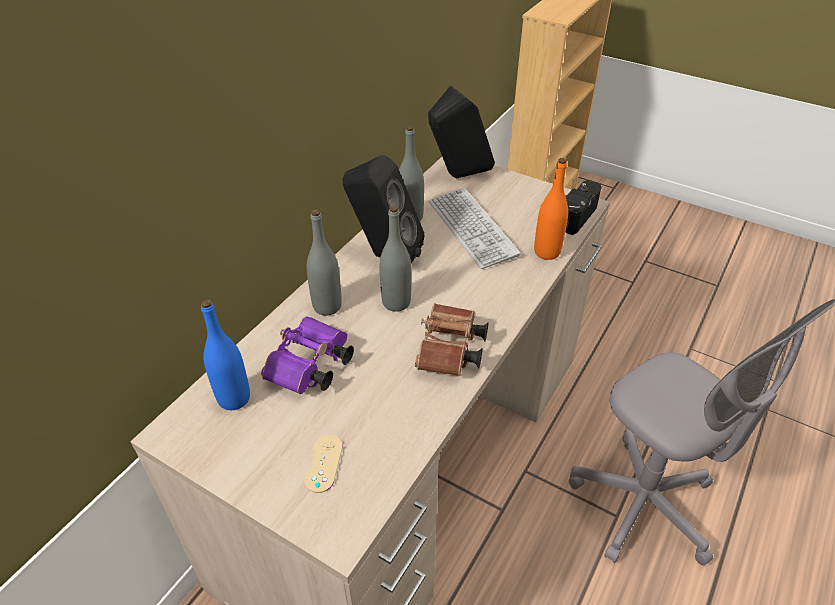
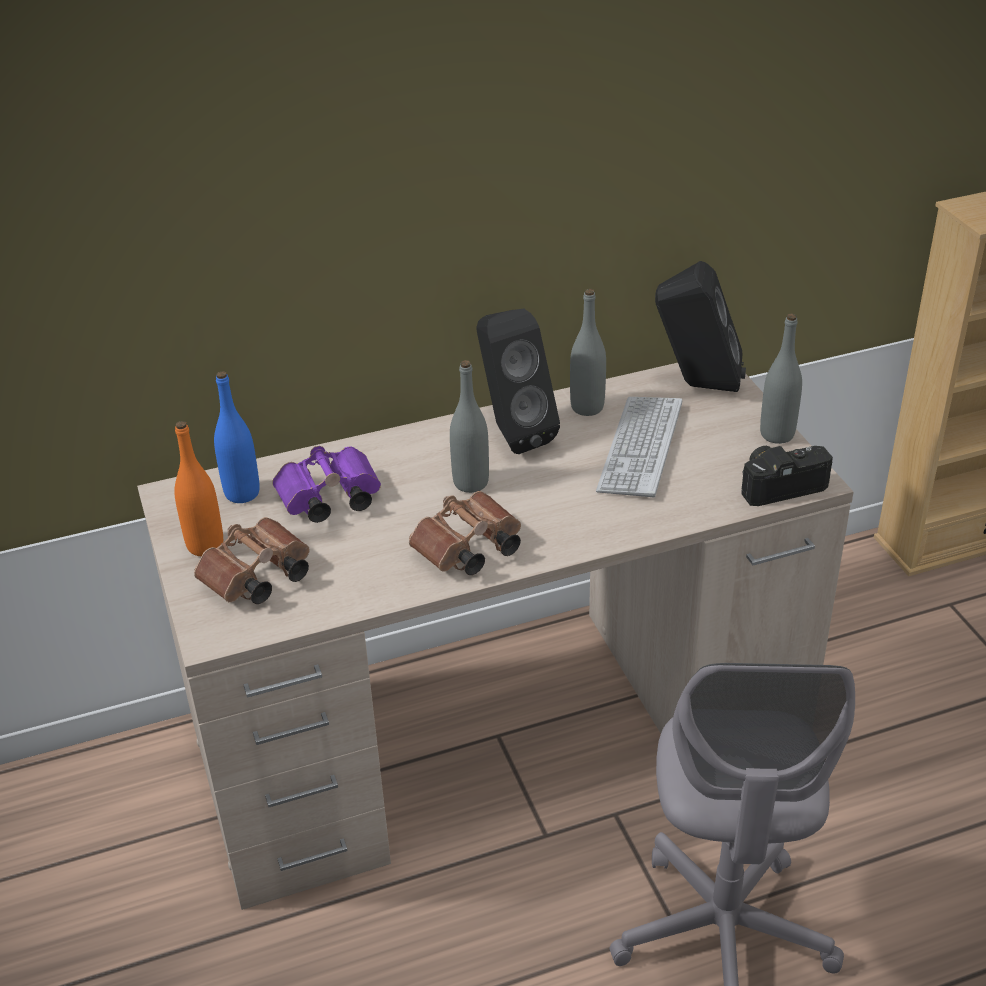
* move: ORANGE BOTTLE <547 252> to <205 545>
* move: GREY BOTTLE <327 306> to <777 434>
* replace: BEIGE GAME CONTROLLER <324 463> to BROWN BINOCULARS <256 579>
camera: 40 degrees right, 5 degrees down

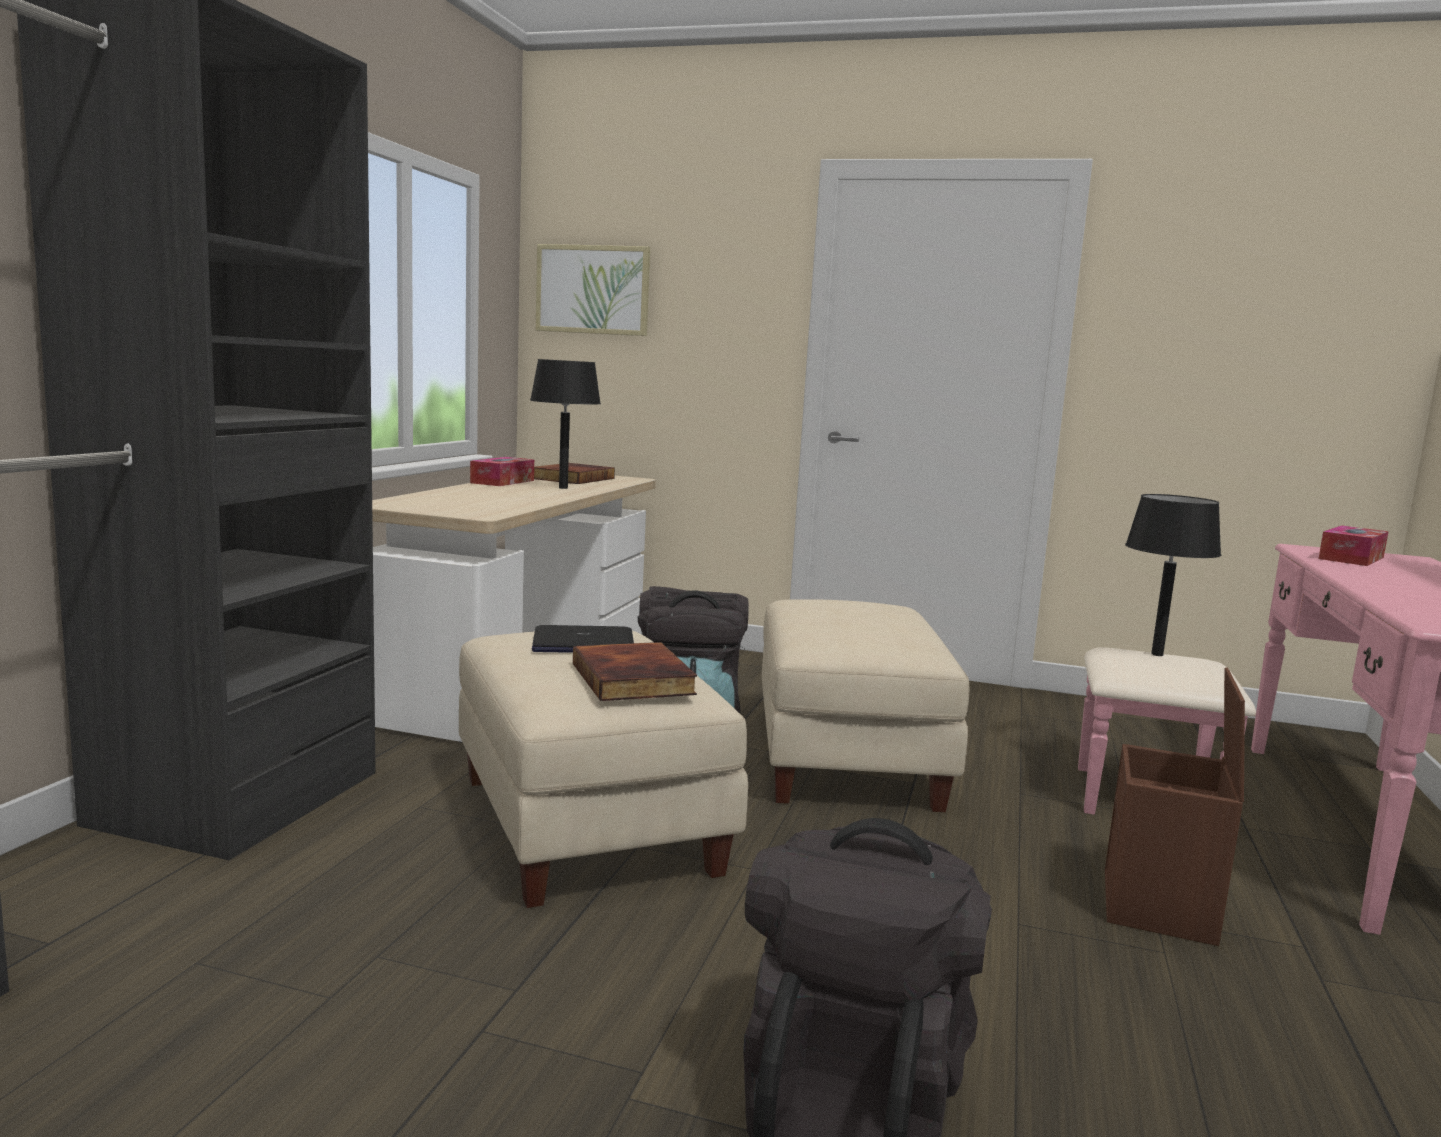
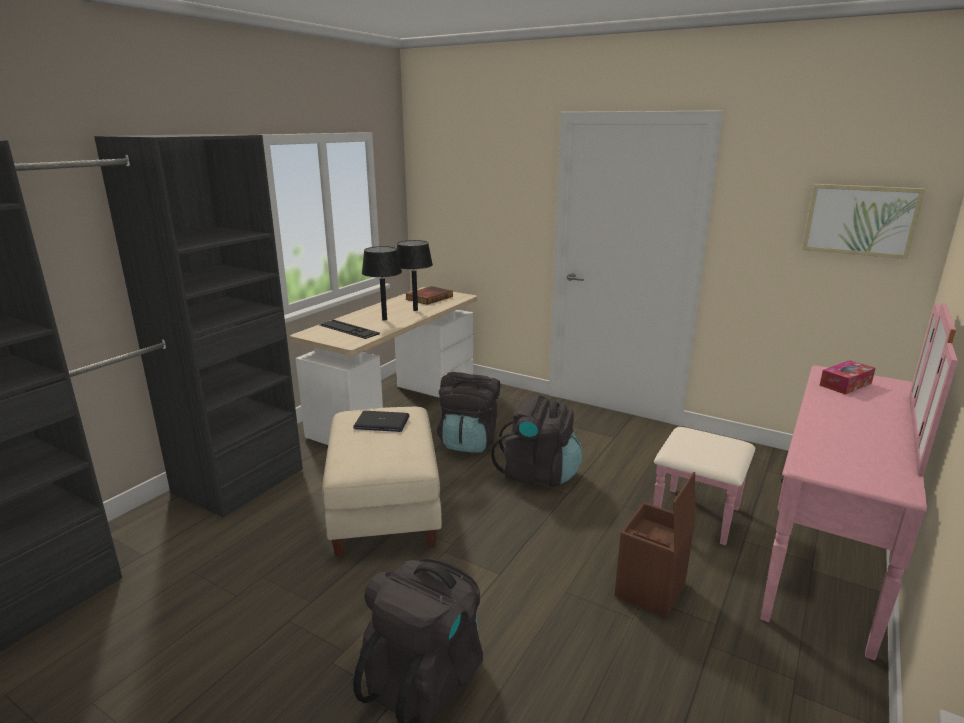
* move: PICTURE <593 290> to <860 220>
* delete: TISSUE BOX <502 482>
* move: BLACK TABLE LAMP <1157 654> to <384 319>
* replace: BEIGE OTTOMAN <844 758> to BLACK BACKPACK <538 473>
* delete: BOOK <635 679>
* insert: KEYBOARD <348 329>
camera: 15 degrees right, 10 degrees up

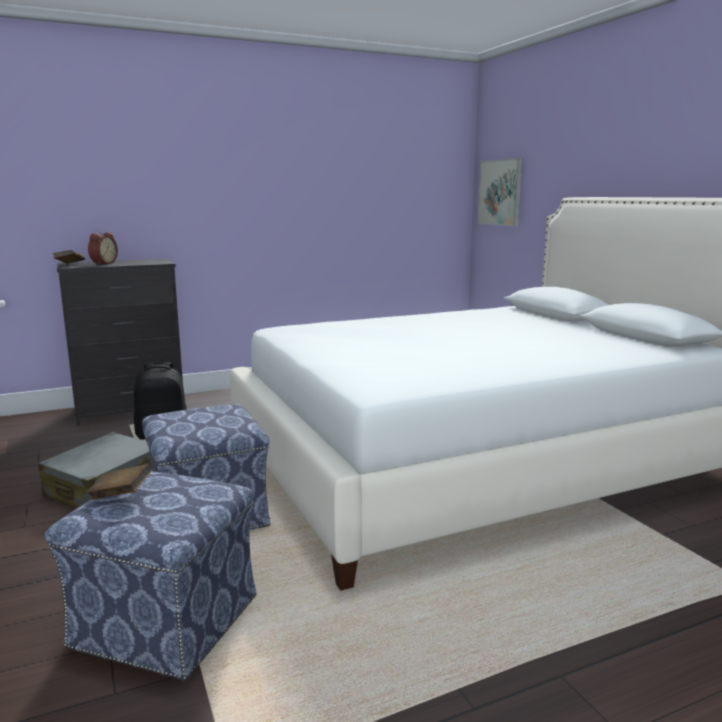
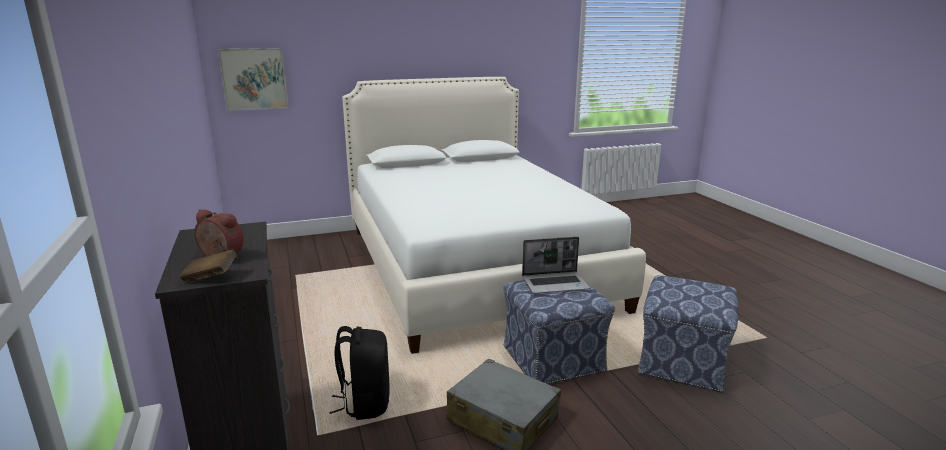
* delete: BROWN BOOK <121 495>
* insert: LAPTOP <556 284>
camera: 85 degrees left, 5 degrees up

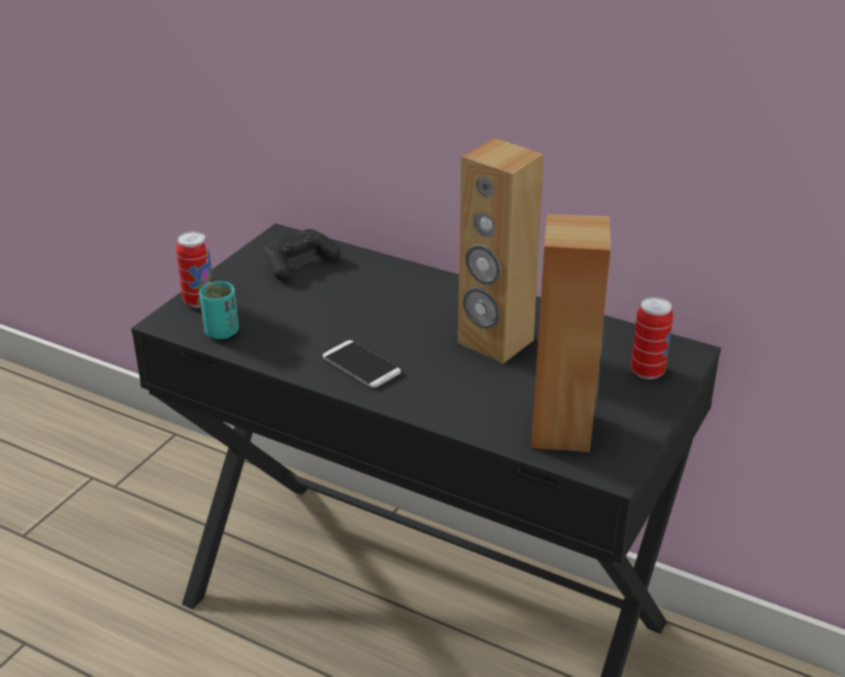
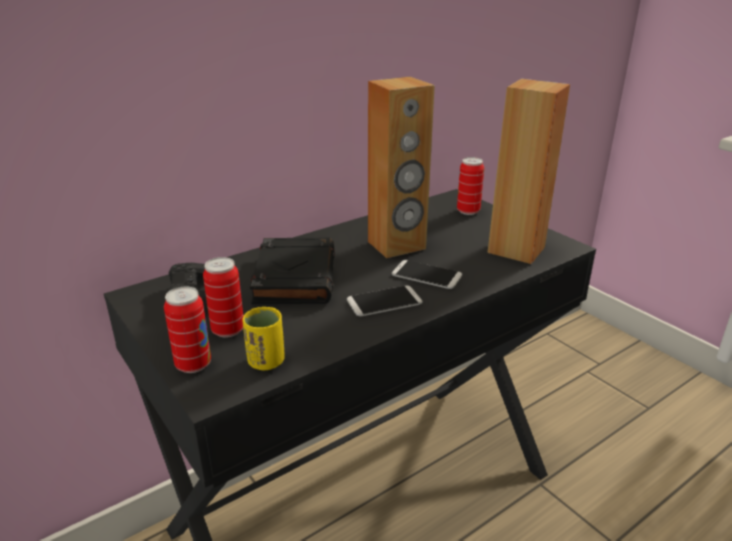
* recolor: TURQUOISE CUP <221 332> to YELLOW CUP <266 362>
* insert: BLACK BOOK <294 277>
* insert: CAN <228 330>
* insert: PHONE <426 275>
camera: 65 degrees left, 5 degrees down

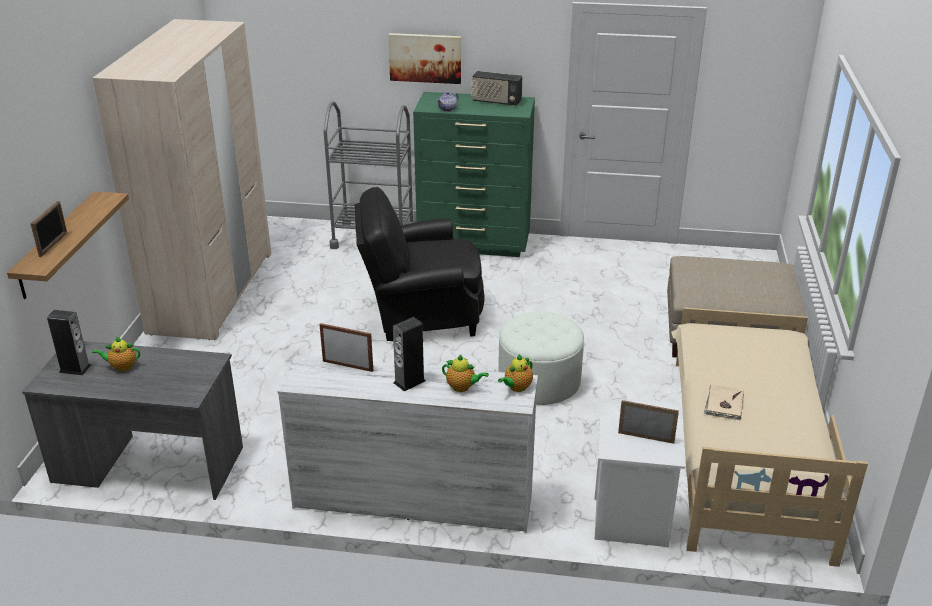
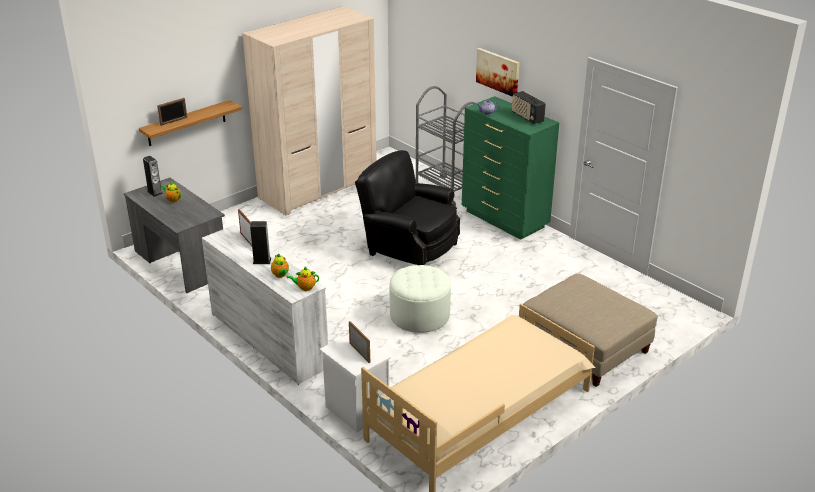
* delete: BEIGE BOOK <723 404>
camera: 40 degrees right, 0 degrees up

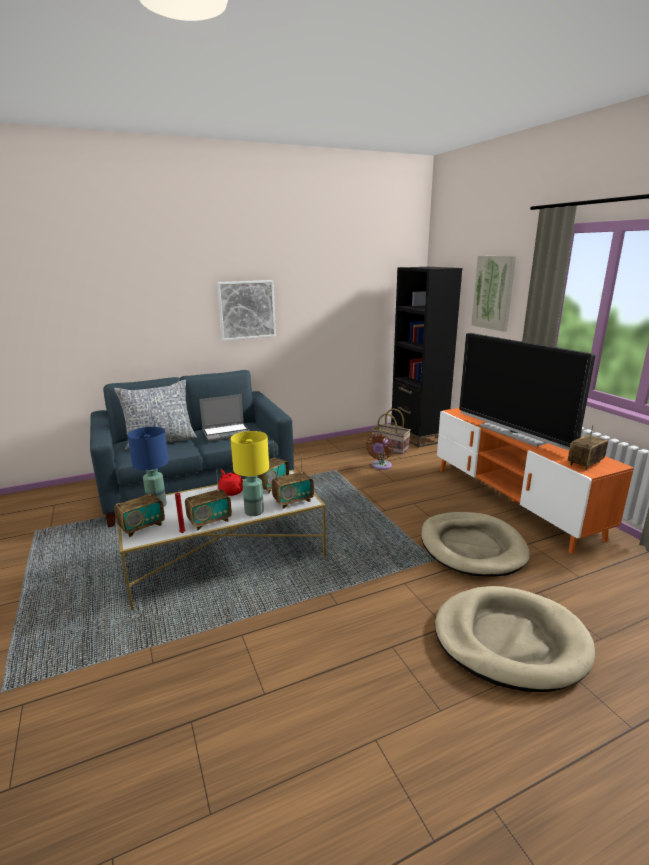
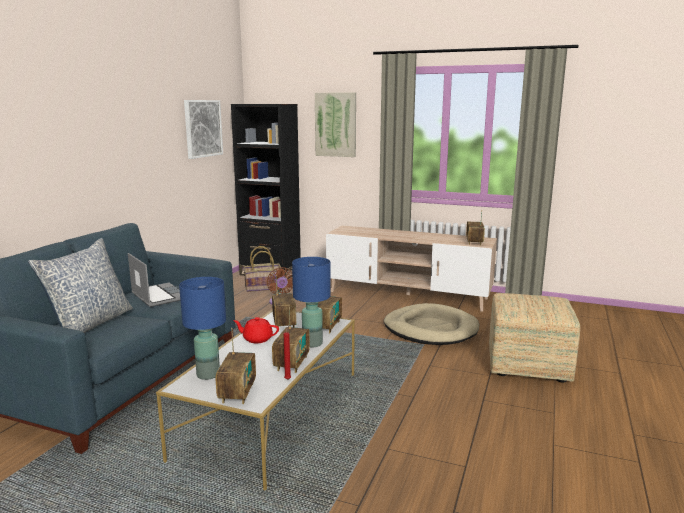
* move: PICTURE <246 310> to <203 128>
* delete: TELEVISION <513 433>
* rotate: LAPTOP <227 433> = <158 296> 60 degrees counterclockwise
* recolor: ORANGE TV STAND <512 501> to BEIGE TV STAND <407 295>
* recolor: YELLOW TABLE LAMP <254 511> to BLUE TABLE LAMP <312 343>
* replace: BEIGE DOG BED <509 640> to OTTOMAN <526 365>
camera: 45 degrees left, 5 degrees down

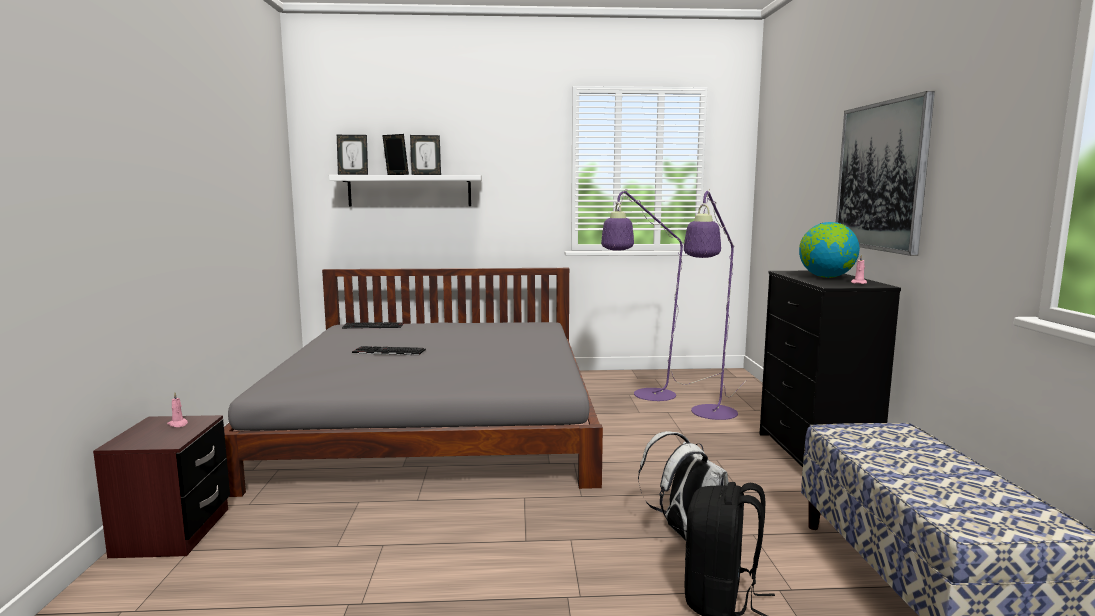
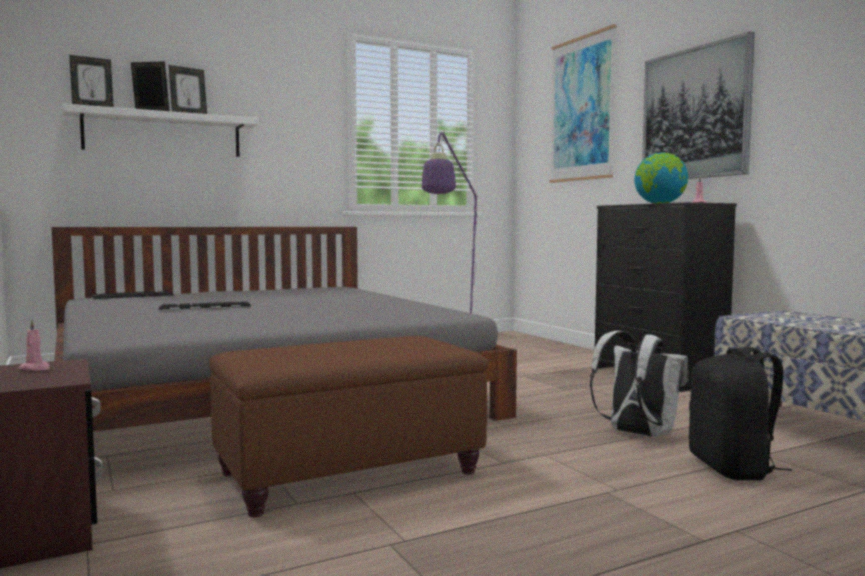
* delete: PURPLE FLOOR LAMP <711 415>
* insert: PICTURE <582 109>
* insert: BROWN OTTOMAN <351 472>
camera: 25 degrees left, 5 degrees down

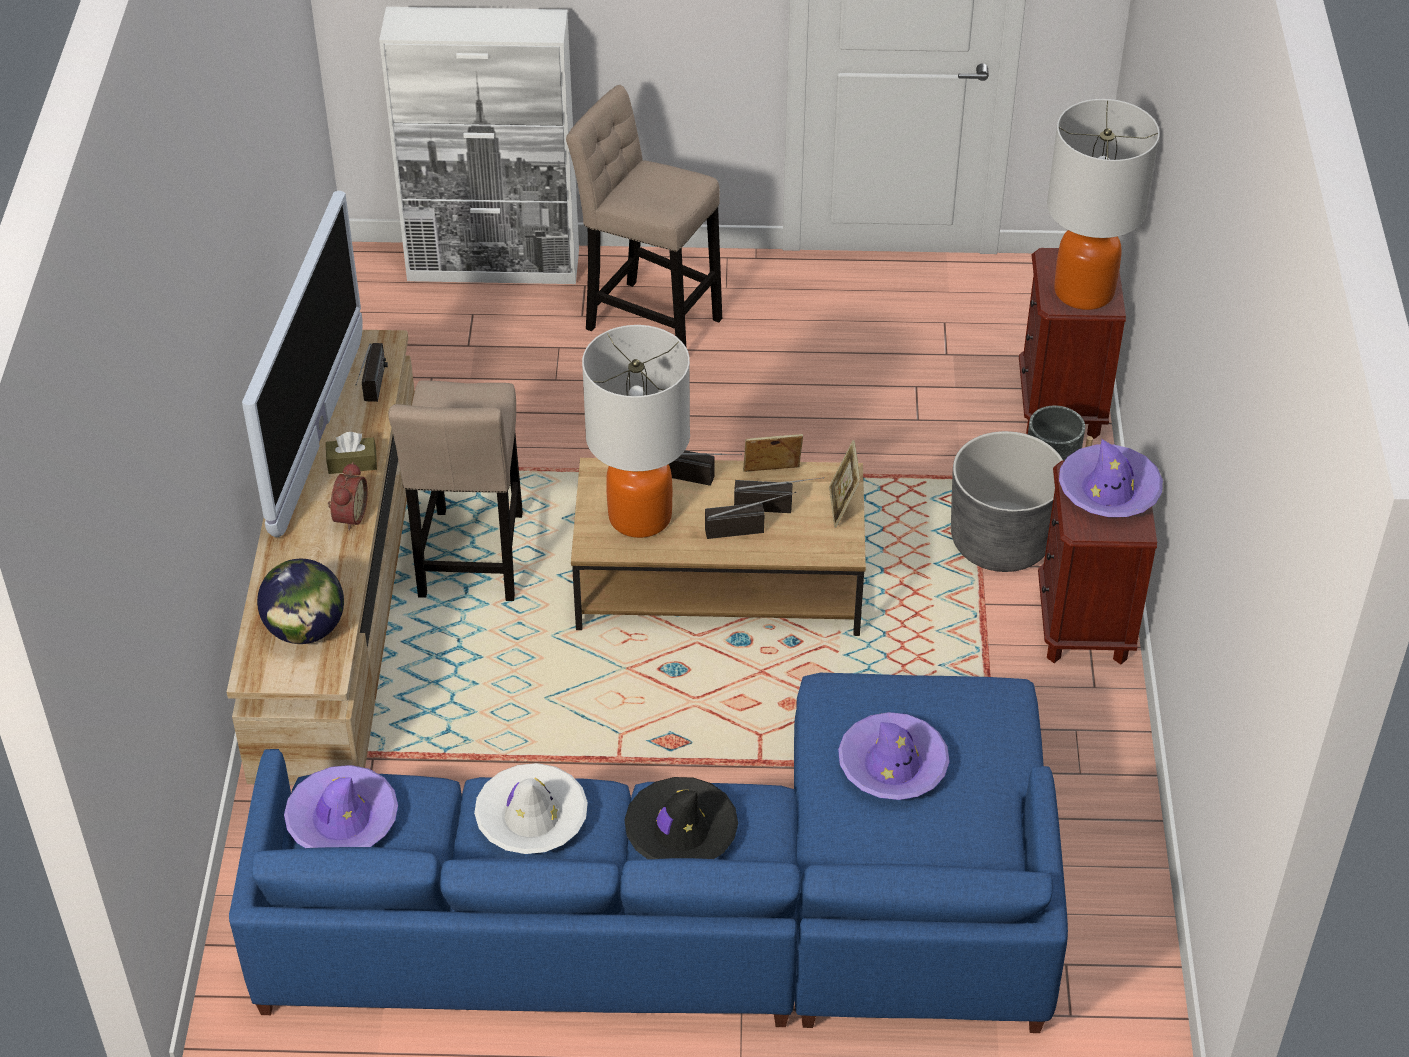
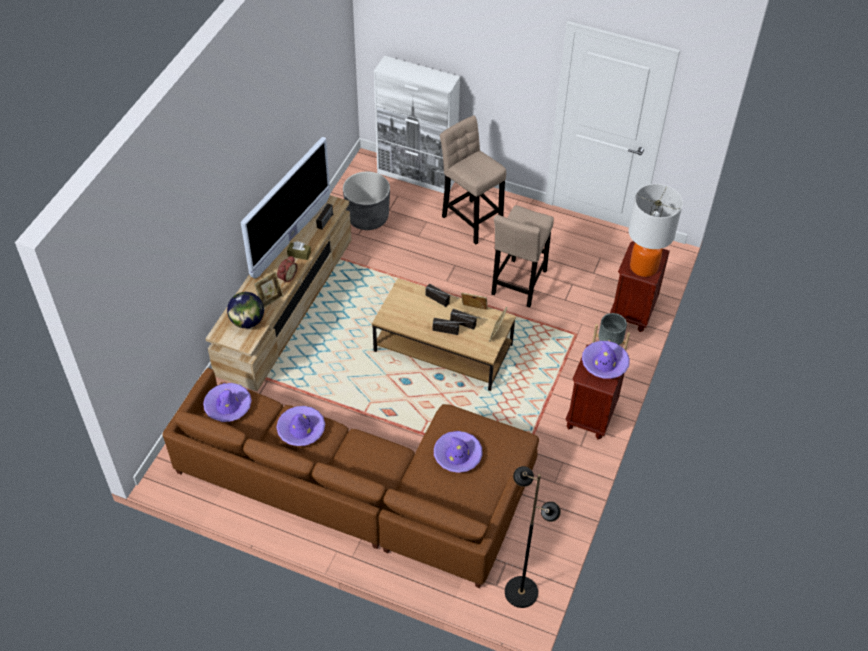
* delete: TABLE LAMP <640 517>
* move: BEIGE STOOL <471 562> to <518 285>
* move: GREY PLANTER <1000 541> to <367 217>
* recolor: BLUE SOFA <702 913> to BROWN SOFA <366 490>
* recolor: WHITE HAT <531 817> to PURPLE HAT <301 429>
* delete: BLACK HAT <681 831>
* insert: PICTURE FRAME <270 299>
* insert: BLACK FLOOR LAMP <521 591>
camera: 20 degrees right, 5 degrees up

